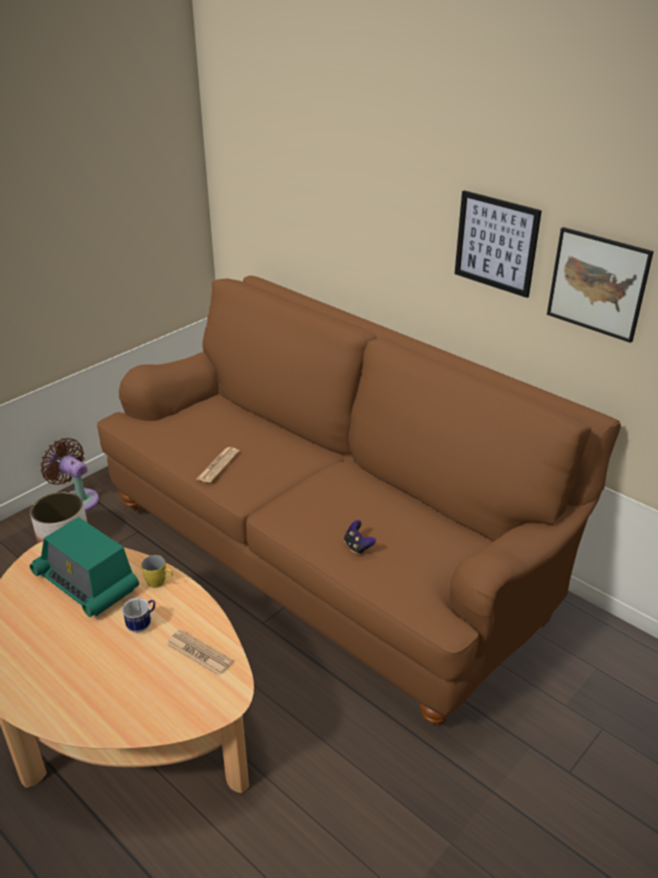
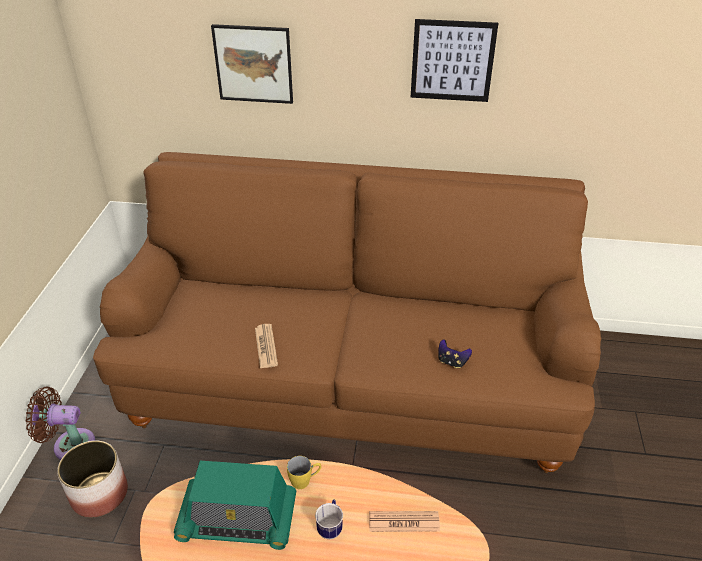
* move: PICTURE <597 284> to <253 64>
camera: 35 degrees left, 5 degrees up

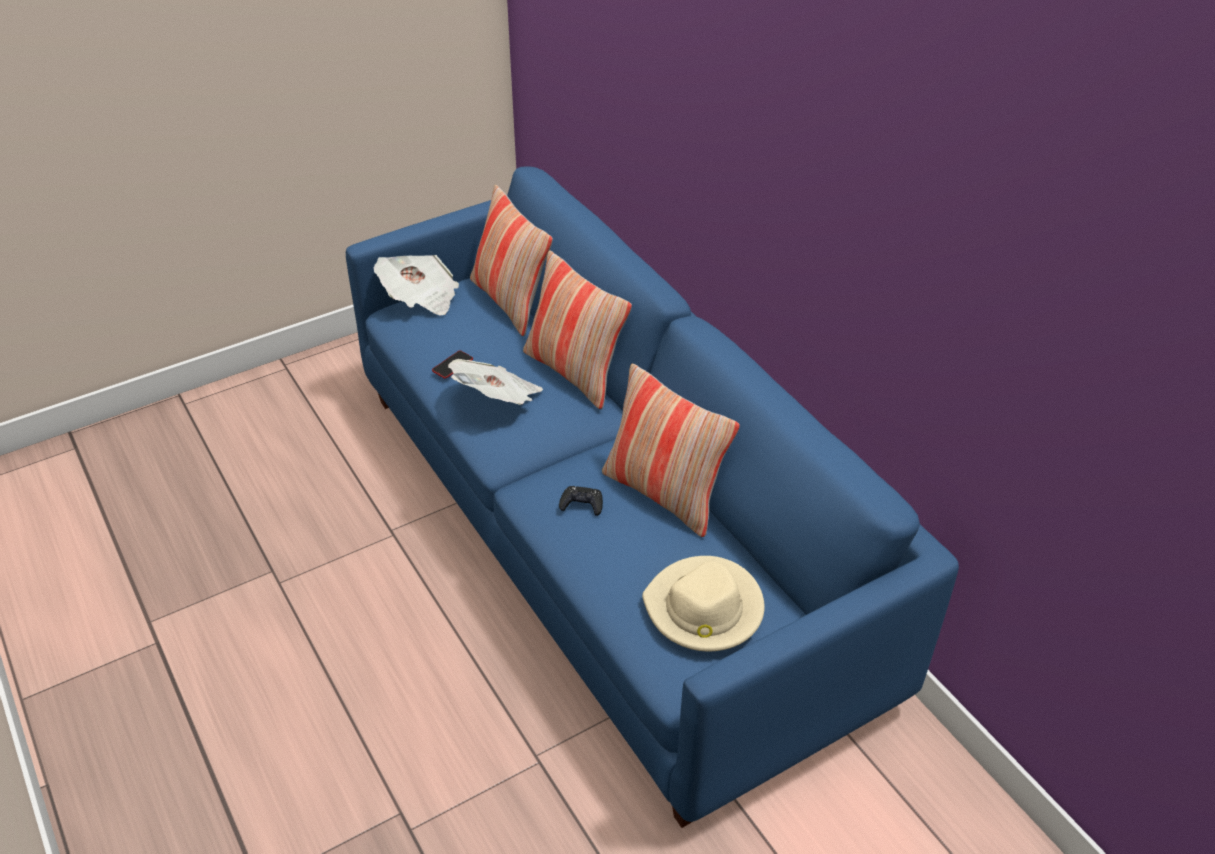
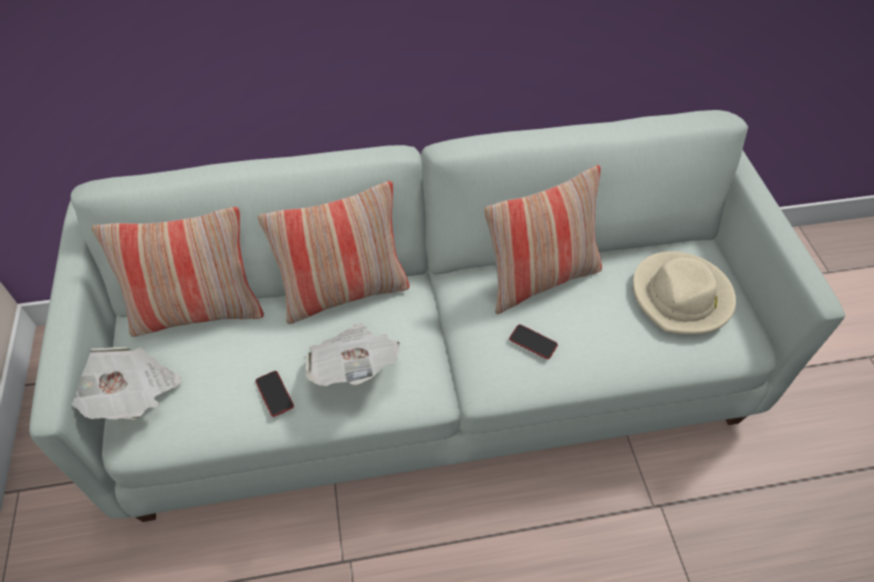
* recolor: BLUE SOFA <608 535> to WHITE SOFA <435 371>
* replace: BLACK GAME CONTROLLER <582 504> to PHONE <533 342>
camera: 70 degrees left, 10 degrees up

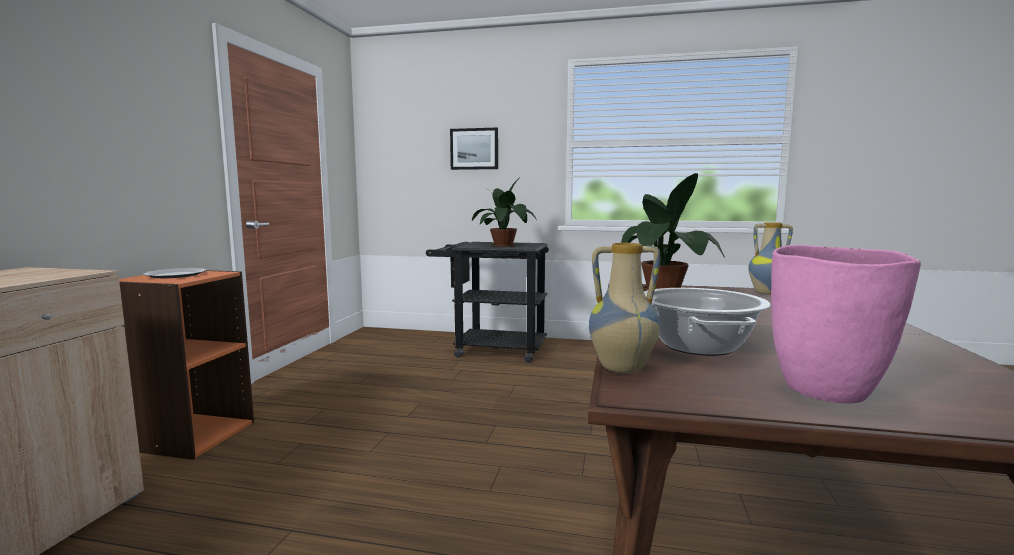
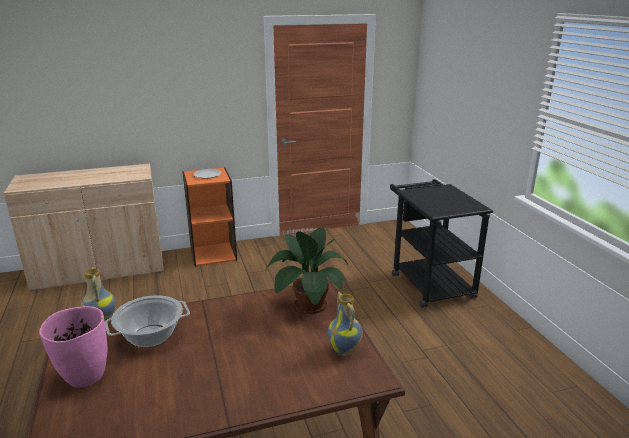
* delete: PICTURE <474 149>
* delete: POTTED PLANT <505 245>
camera: 60 degrees right, 15 degrees up

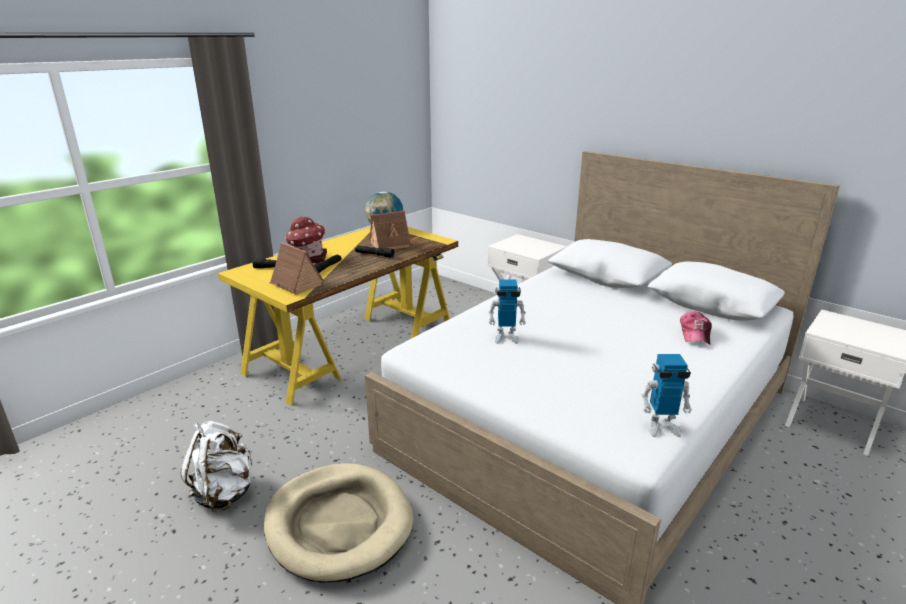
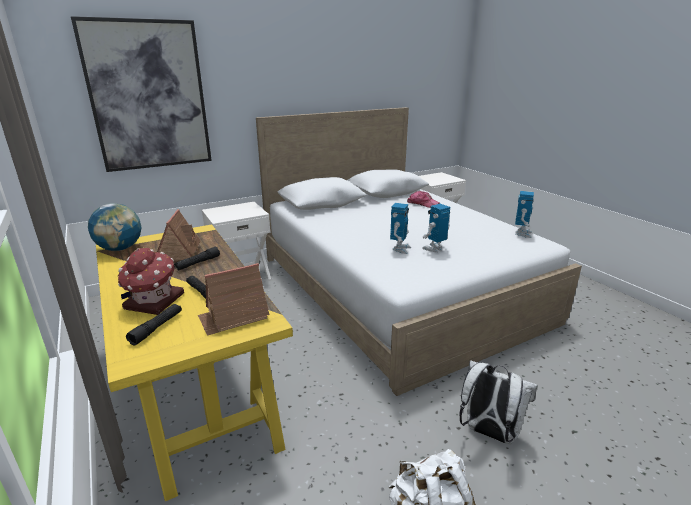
* replace: BEIGE DOG BED <339 524> to WHITE BACKPACK <488 432>
* insert: PICTURE <148 96>
* insert: TOY ROBOT <434 249>
camera: 70 degrees left, 0 degrees up

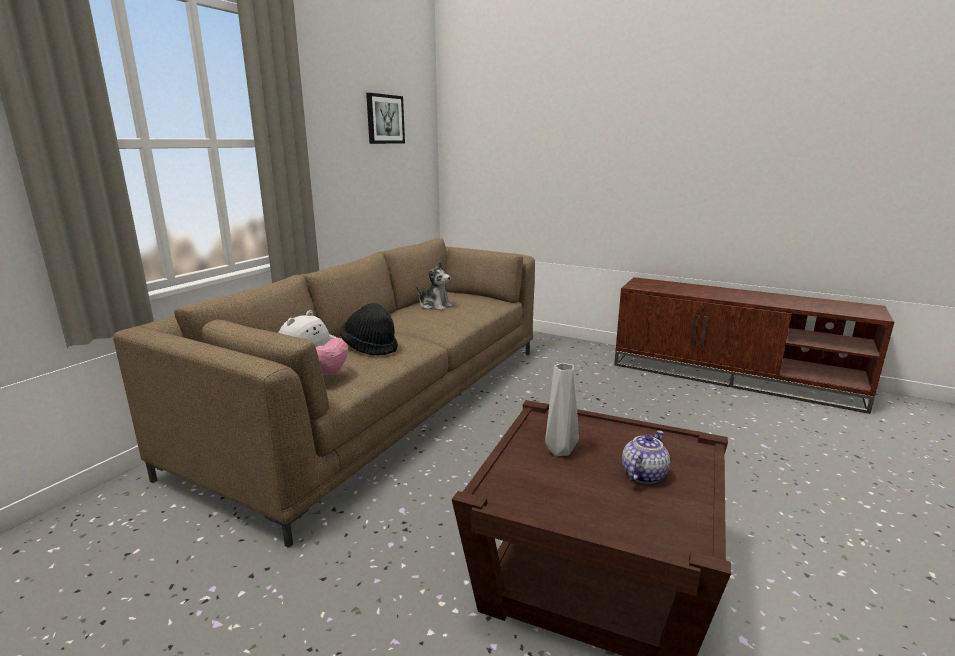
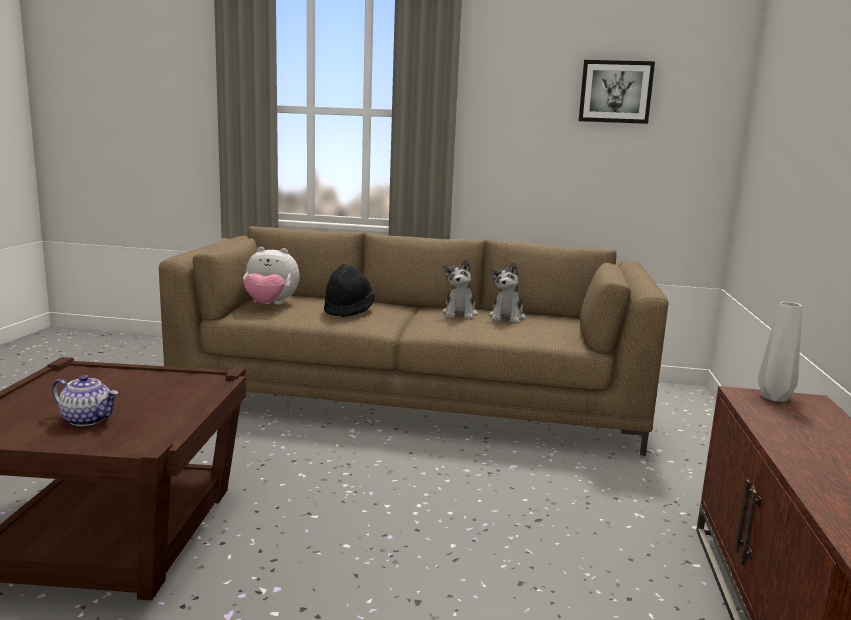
* move: GREY VASE <560 451> to <773 398>
* insert: PLUSH TOY <460 314>
camera: 70 degrees right, 5 degrees down

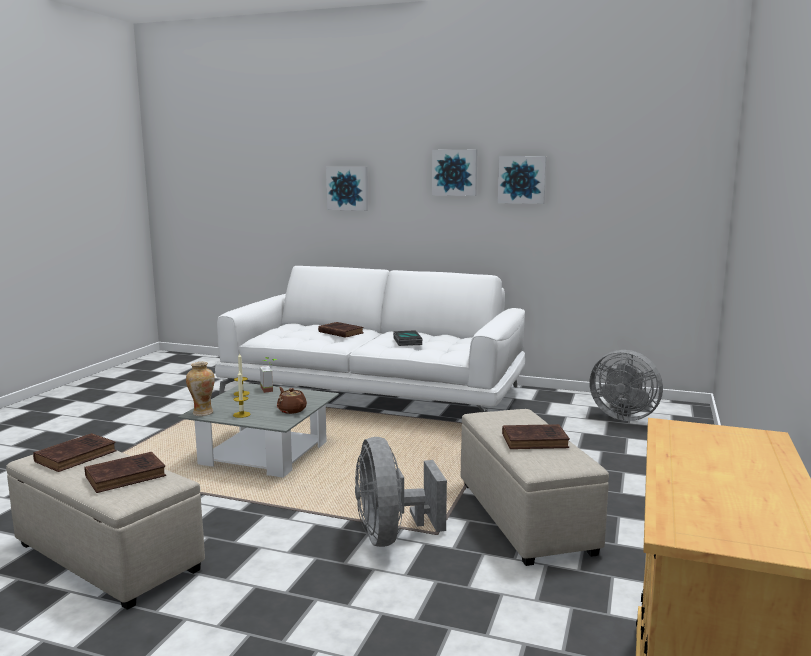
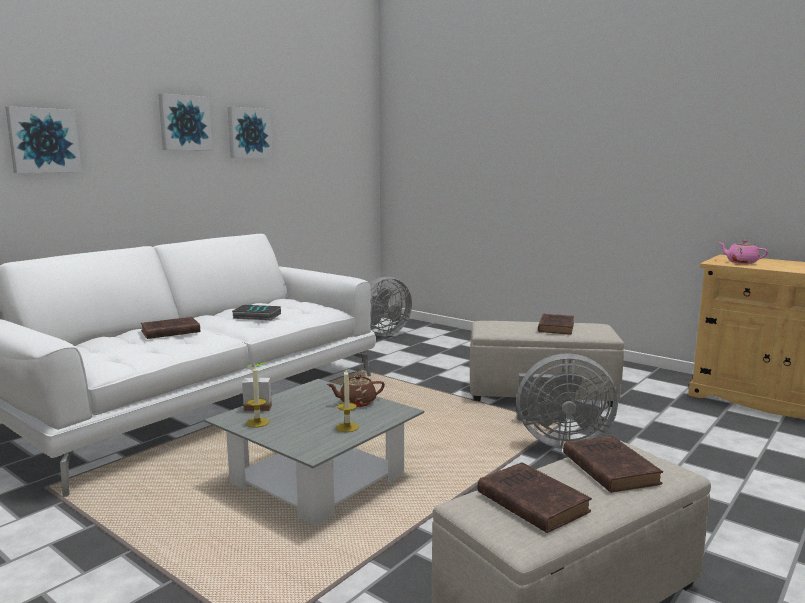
* delete: VASE <202 413>
* insert: PINK TEAPOT <741 262>
camera: 70 degrees left, 0 degrees up

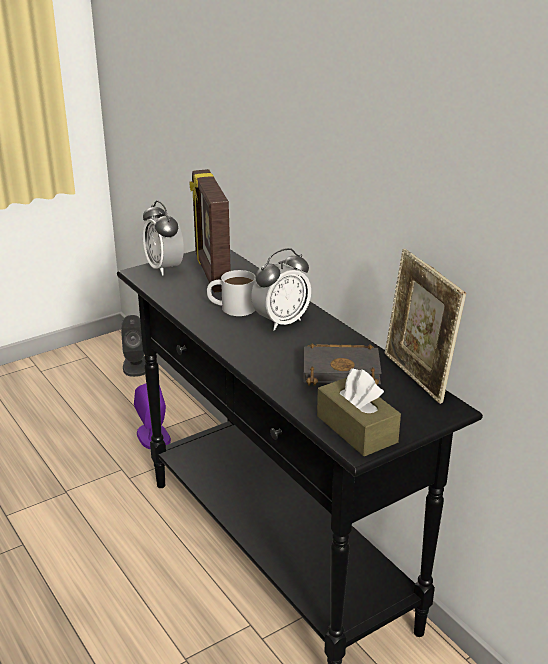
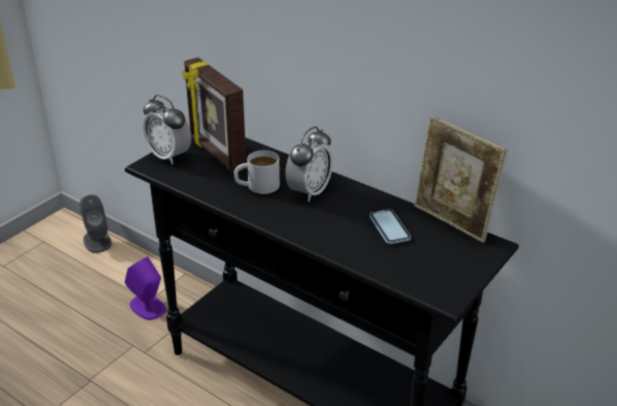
* replace: BLACK BOOK <343 370> to PHONE <389 228>
* delete: BROWN TISSUE BOX <356 429>
camera: 20 degrees left, 5 degrees up

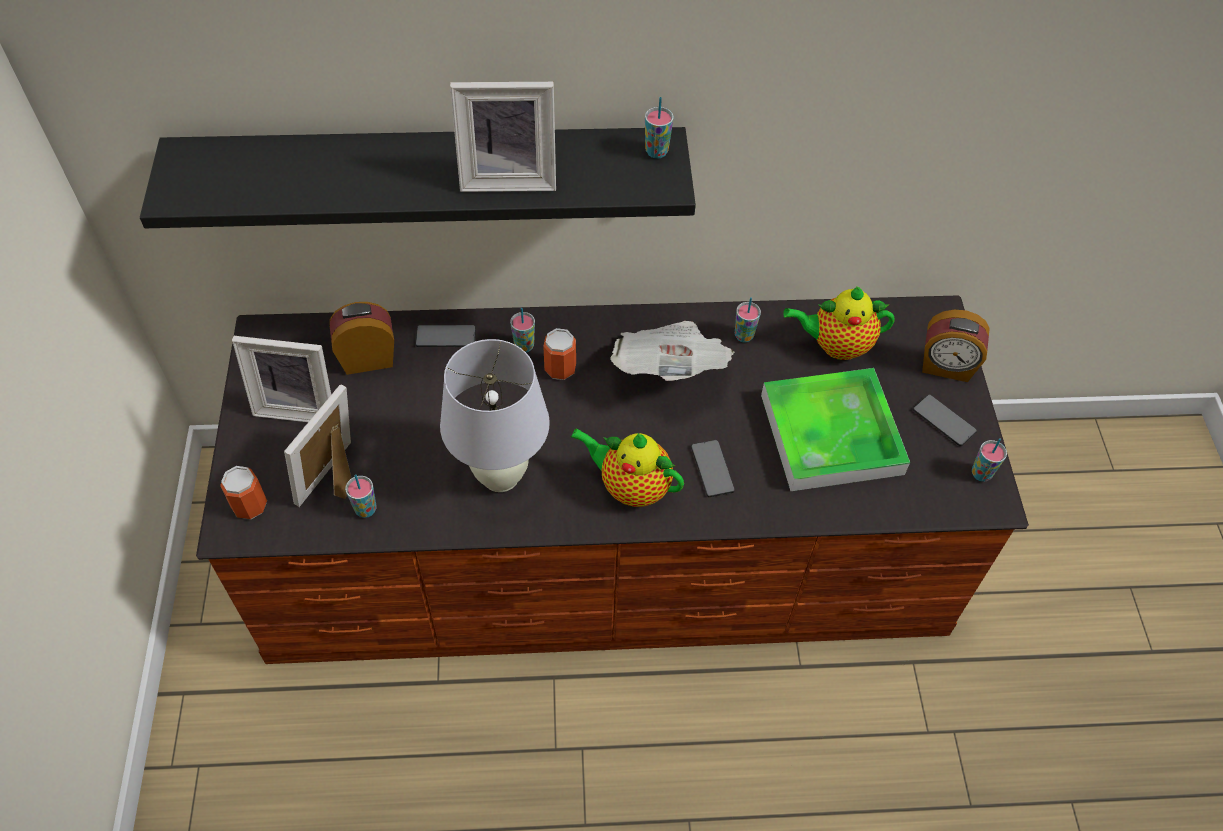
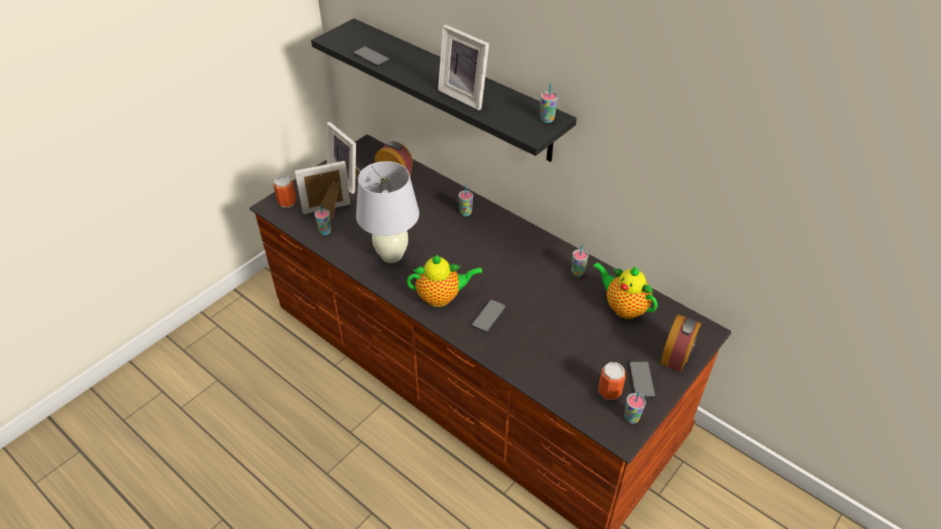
* rotate: ALARM CLOCK <946 367> = <676 357> 120 degrees counterclockwise
* delete: NEWSPAPER <670 370>
* move: PHONE <446 337> to <371 57>
* move: CAN <560 369> to <609 391>
* delete: TRAY <831 434>
* rotate: TEAPOT <630 486> = <441 297> 105 degrees clockwise
camera: 45 degrees right, 10 degrees down

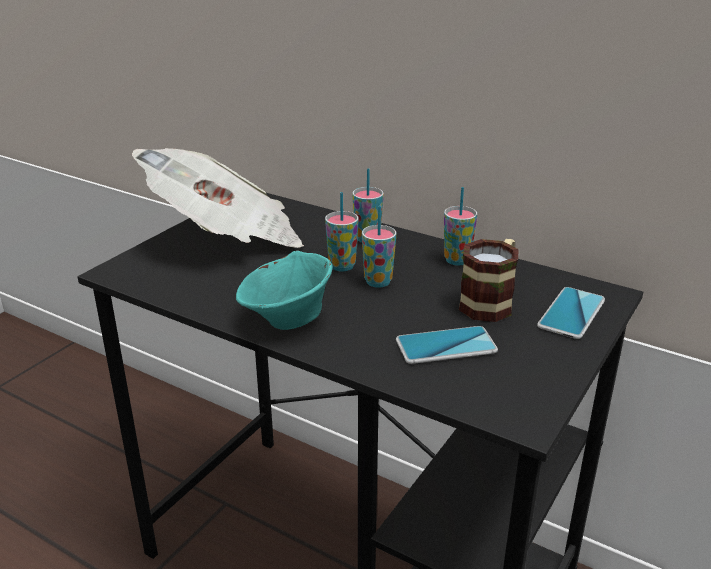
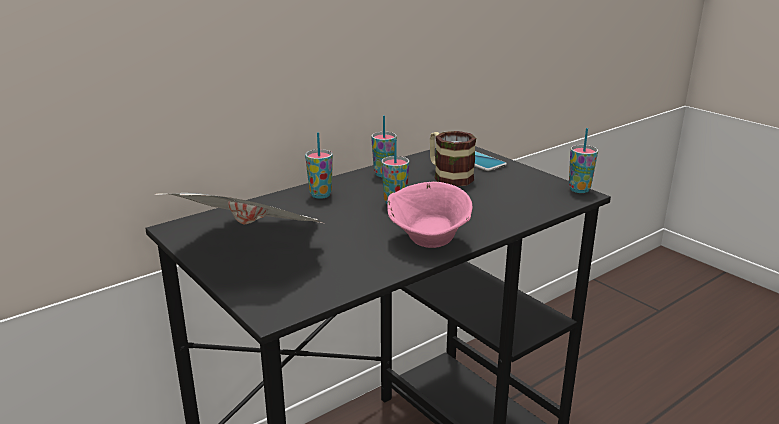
* move: CUP <342 266> to <579 189>
* recolor: TURQUOISE BOWL <287 320> to PINK BOWL <430 241>
* delete: PHONE <446 346>
camera: 70 degrees left, 5 degrees down

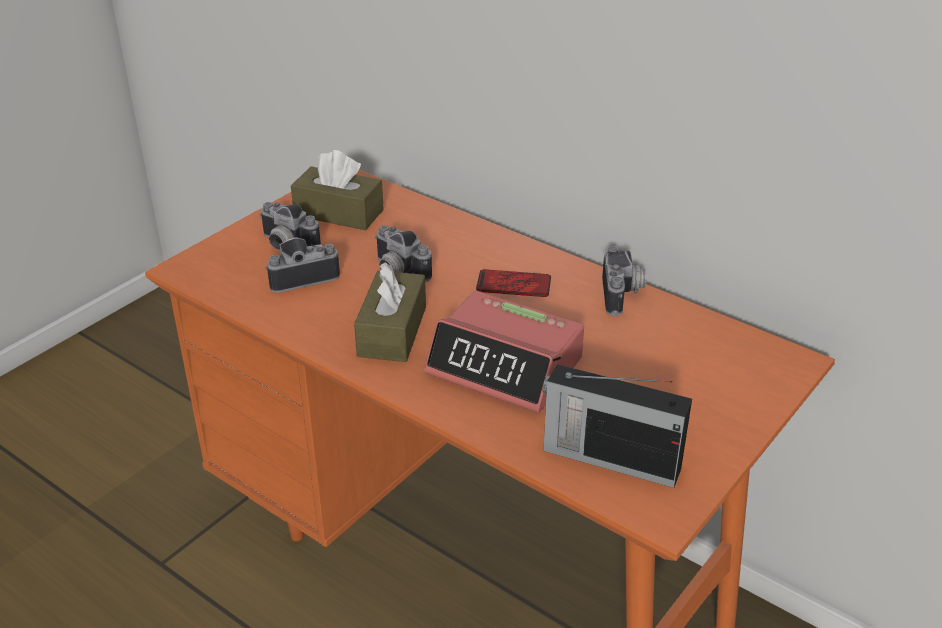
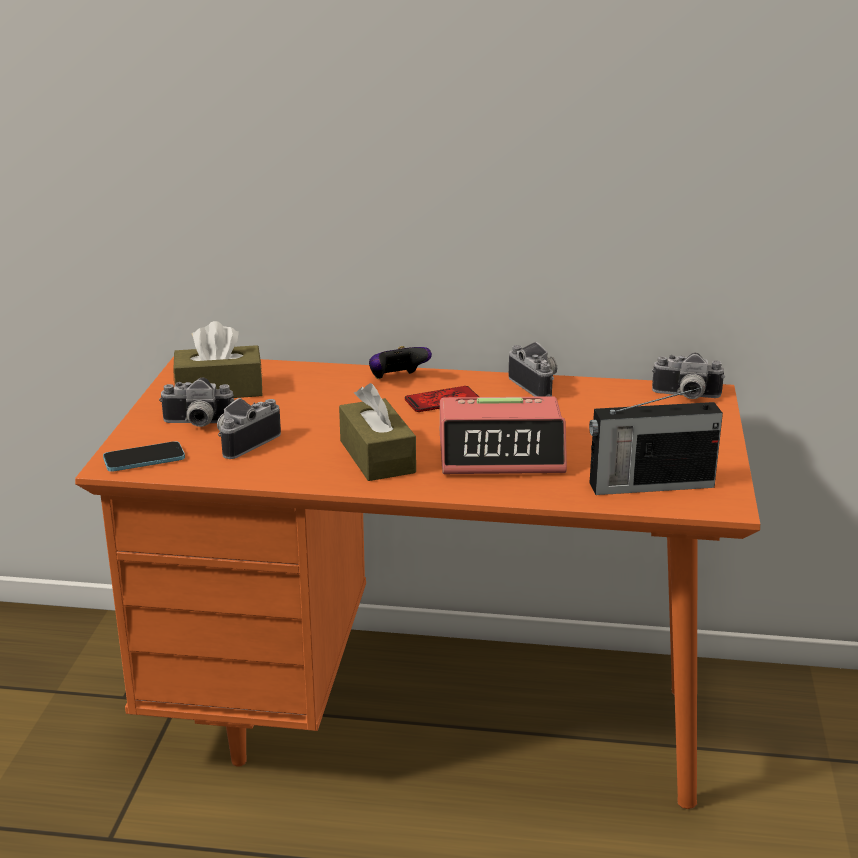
* move: PHOTO CAMERA <396 272> to <686 396>
* insert: GAME CONTROLLER <397 379>
* insert: PHONE <144 459>
camera: 30 degrees left, 10 degrees down

